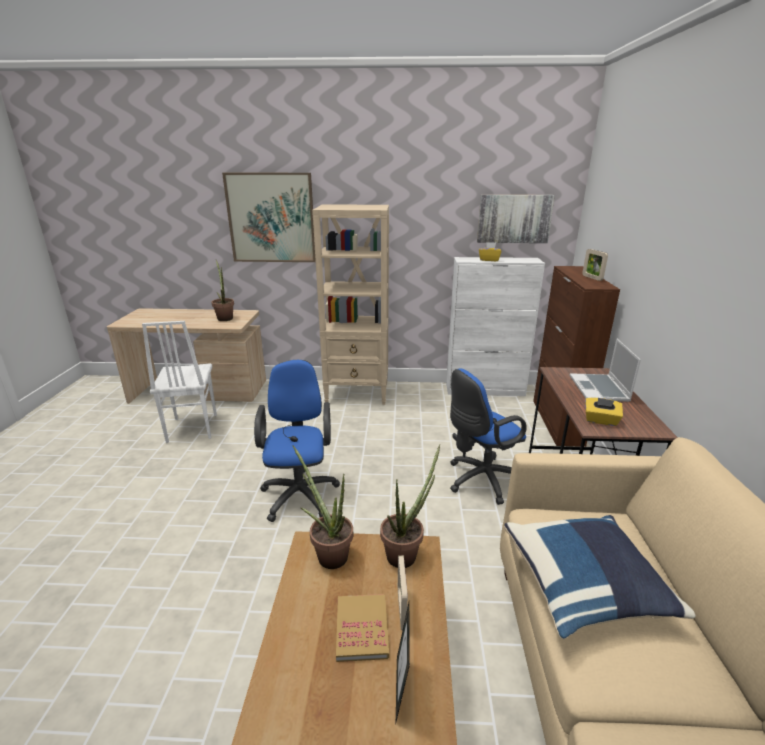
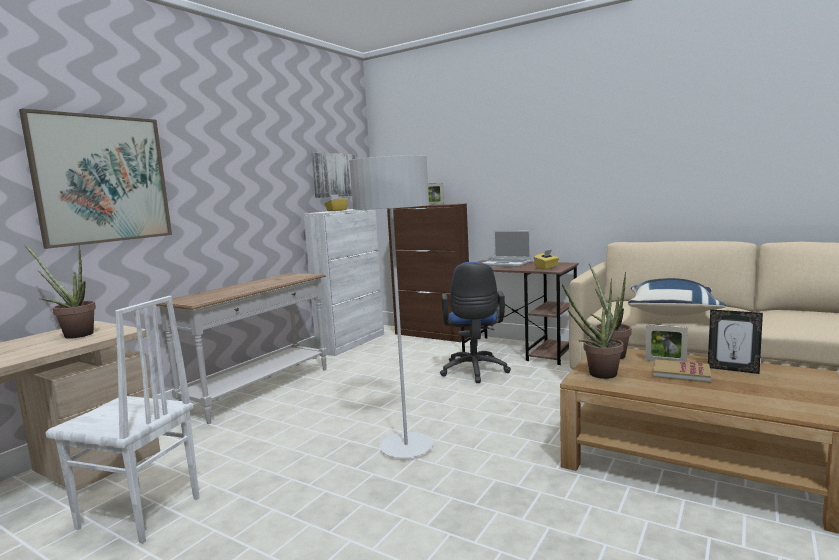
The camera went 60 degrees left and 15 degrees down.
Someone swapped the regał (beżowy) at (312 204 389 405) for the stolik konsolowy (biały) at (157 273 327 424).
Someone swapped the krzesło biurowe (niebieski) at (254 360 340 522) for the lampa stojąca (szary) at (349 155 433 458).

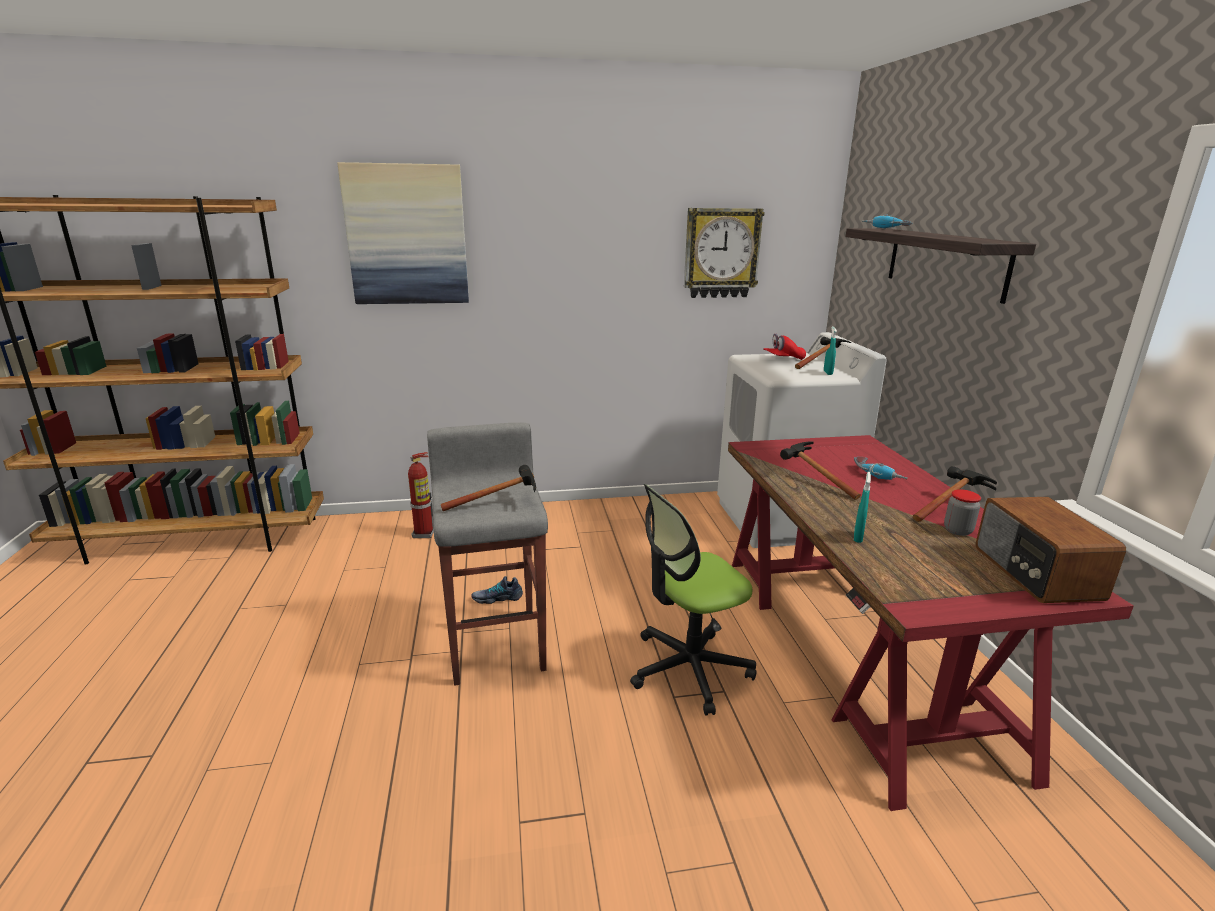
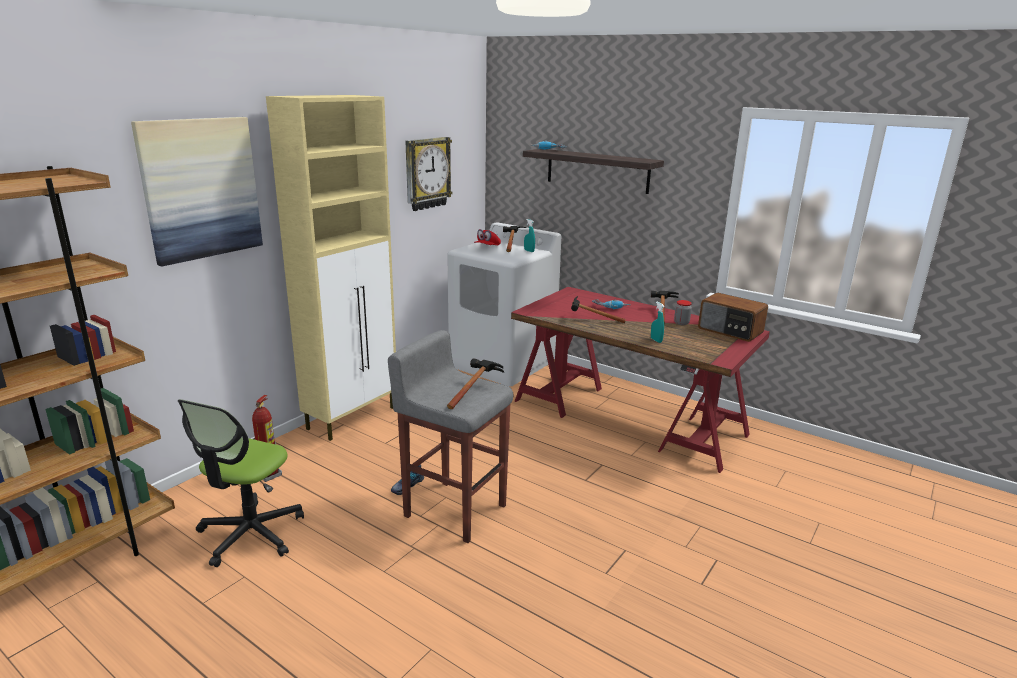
The camera went 45 degrees left and 0 degrees up.
Someone carried the krzesło biurowe from (630 484 757 716) to (178 399 304 567).
Someone put down the szafka (beżowy) at (266 95 396 441).

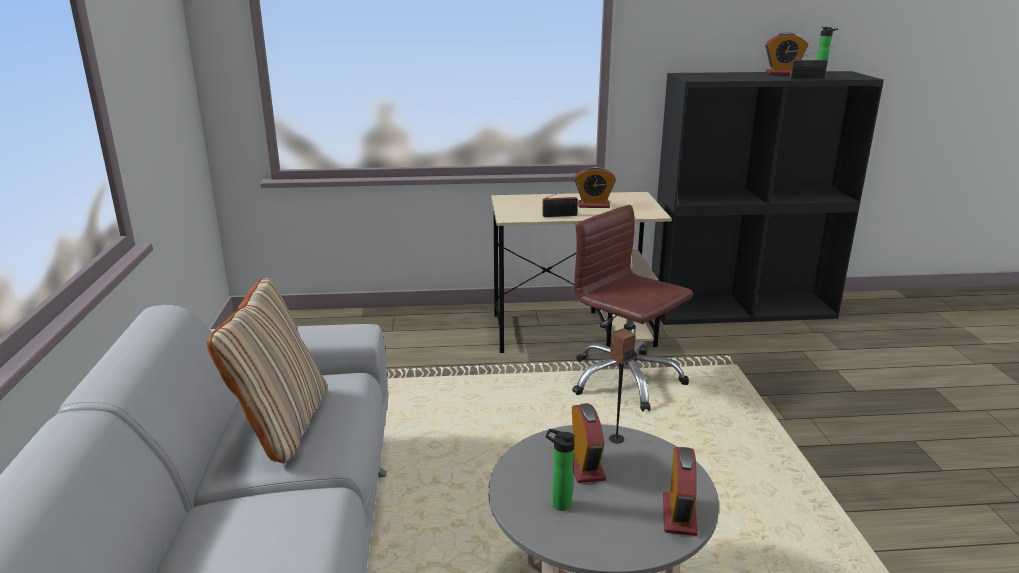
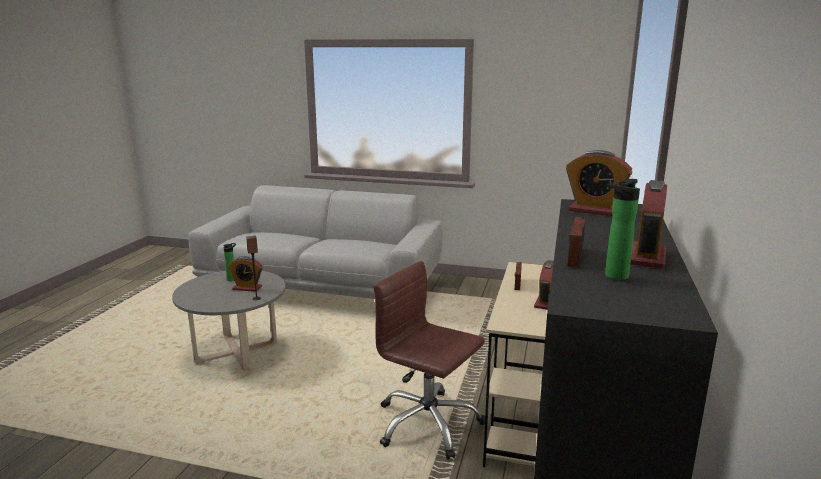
The camera went 110 degrees right and 5 degrees down.
Someone rotated the krzesło biurowe (brązowy) at (572 205 693 411) by 120 degrees counterclockwise.
Someone took away the poduszka (beżowy) at (207 278 328 464).
Someone carried the budzik from (663 447 698 536) to (566 150 632 216).

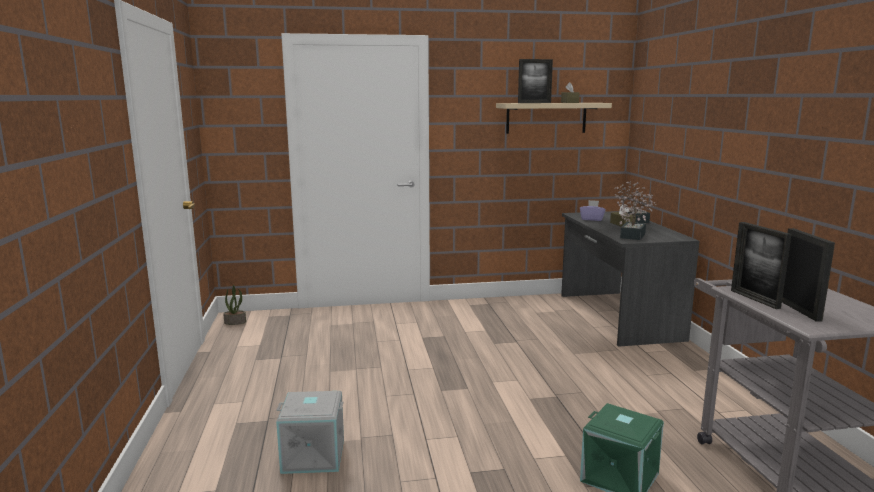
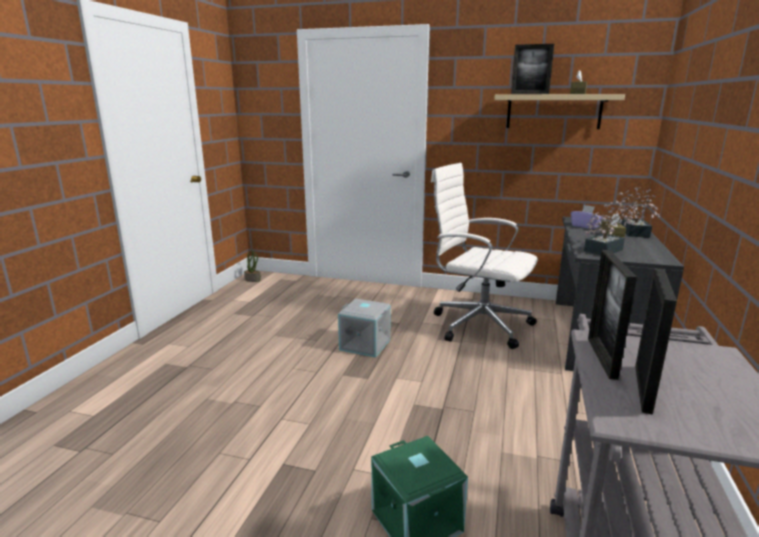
The camera went 25 degrees right and 5 degrees up.
Someone carried the pojemnik do przechowywania (szary) from (276 391 344 474) to (338 299 391 358).
Someone put down the krzesło biurowe (biały) at (431 163 538 349).

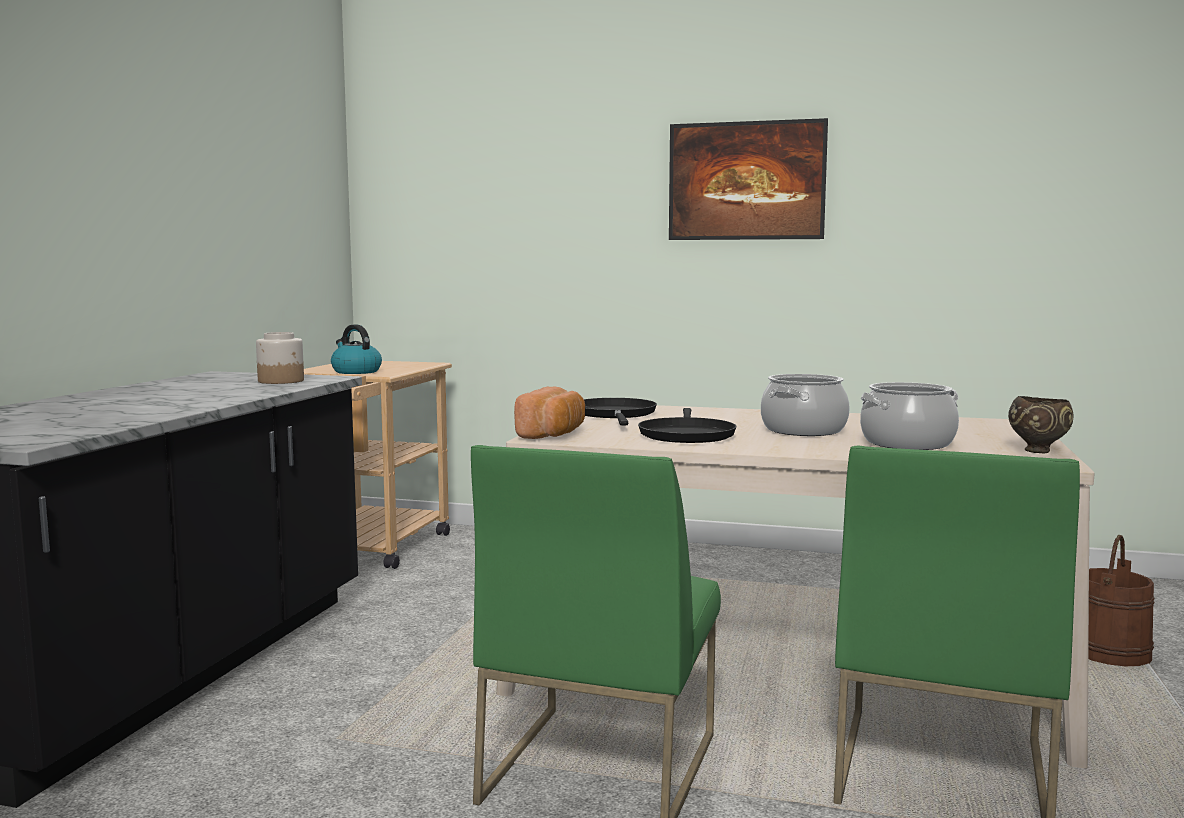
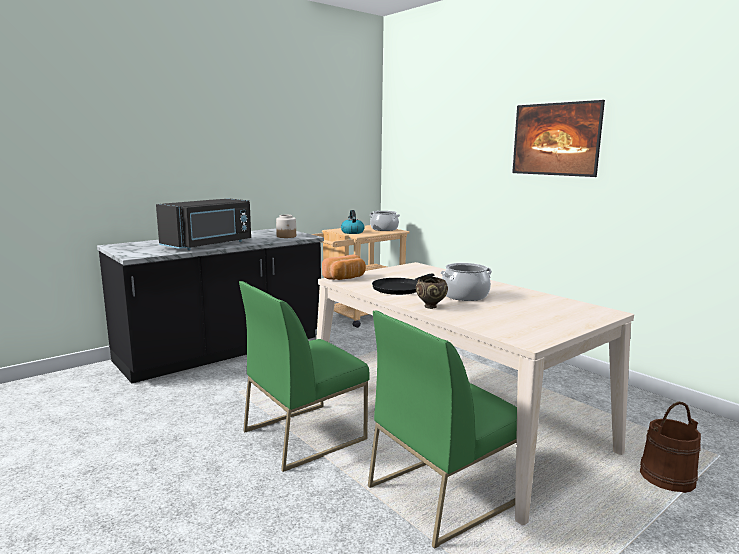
The camera went 35 degrees right and 5 degrees up.
Someone carried the garnek from (860 382 959 450) to (369 211 400 231).
Someone carried the miska (brązowy) from (1008 396 1073 453) to (416 276 448 309).
Someone took away the patelnia (czarny) at (584 398 657 426).
Someone put down the mikrofalówka (czarny) at (156 198 251 250).

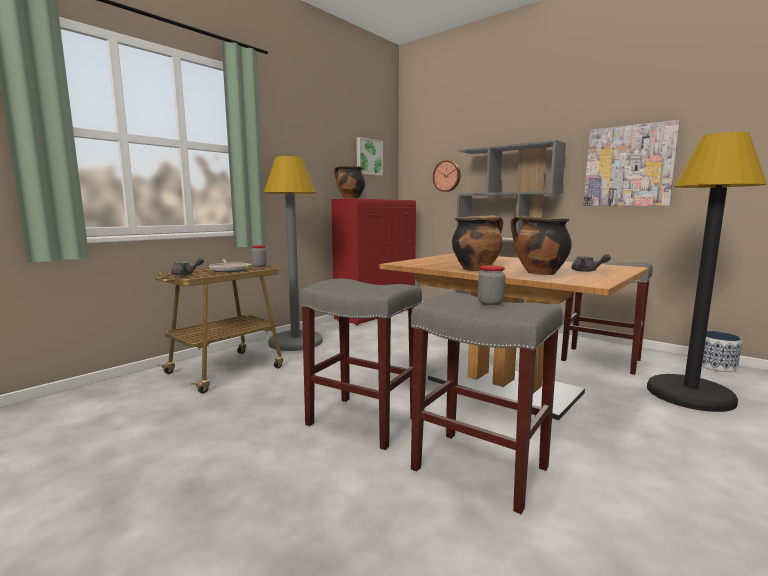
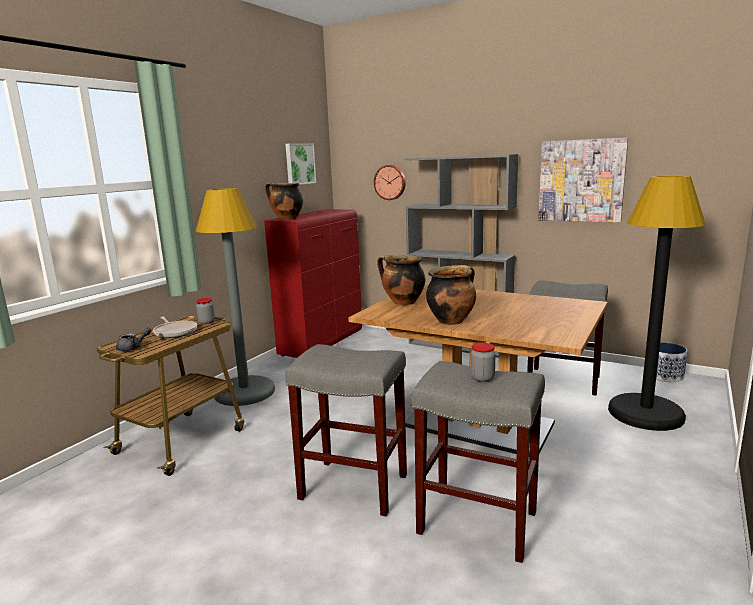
The camera went 10 degrees left and 5 degrees up.
Someone carried the garnek from (510 215 572 275) to (377 255 426 305).
Someone took away the imbryk (szary) at (572 254 611 272).

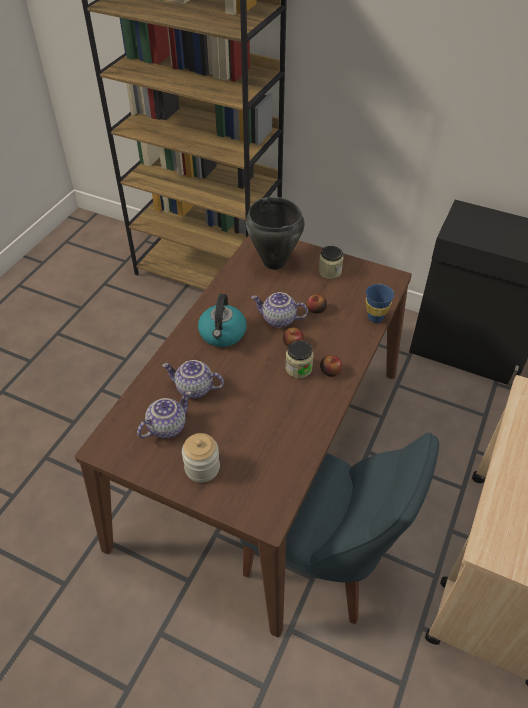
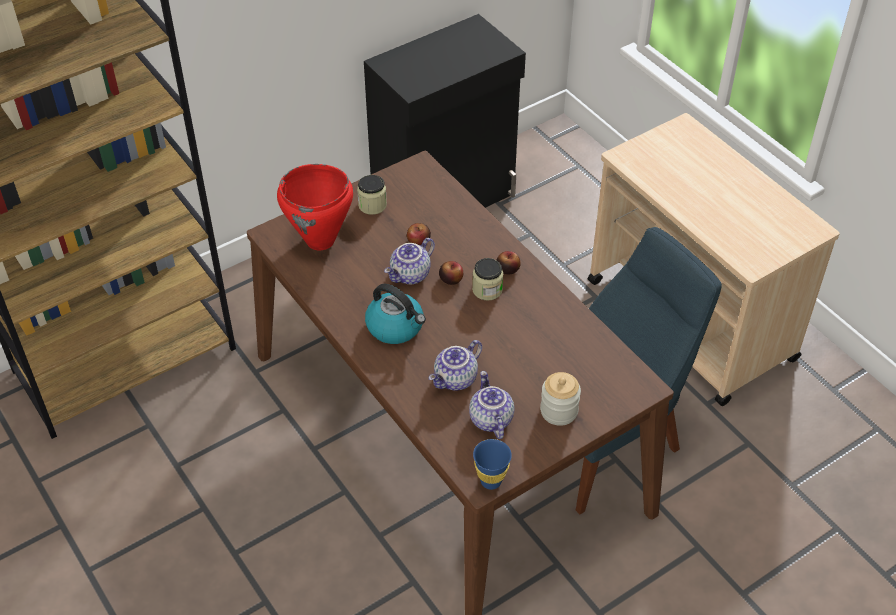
The camera went 60 degrees left and 0 degrees up.
Someone repainted the garnek (czarny) at (246 197 305 270), which became the garnek (czerwony) at (277 164 353 250).
Someone carried the filiżanka (niebieski) from (366 284 394 323) to (473 439 512 490).

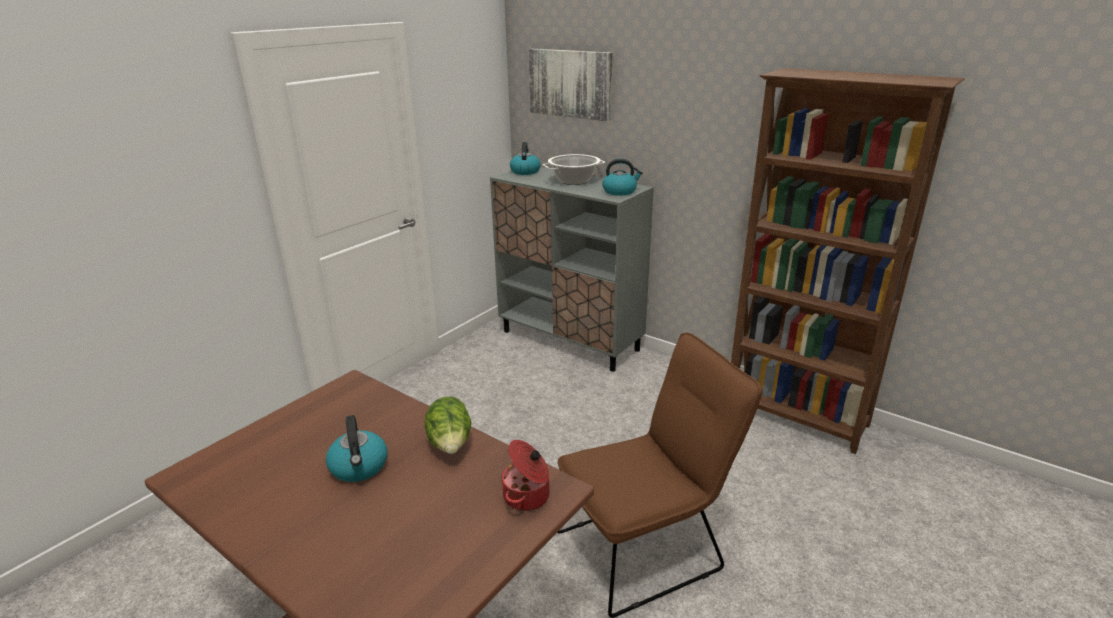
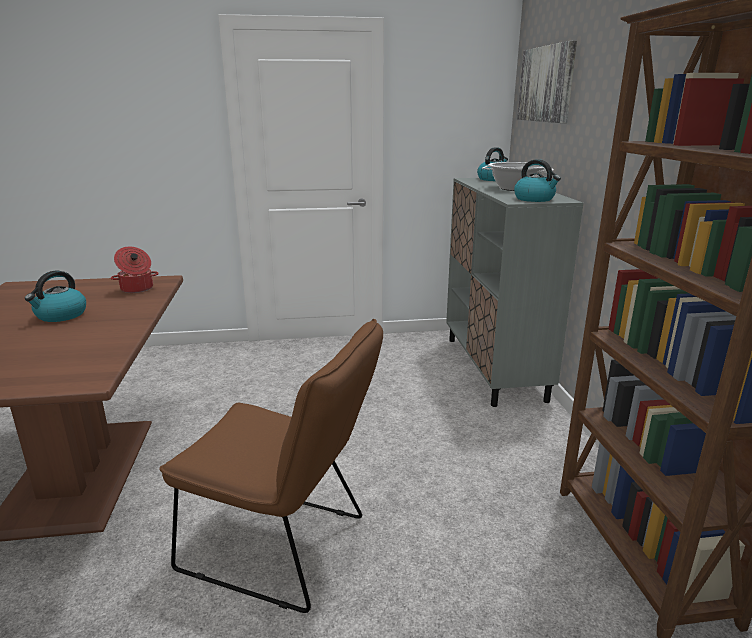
The camera went 45 degrees right and 5 degrees down.
Someone took away the sałata at (425 397 471 454).
Someone carried the garnek from (501 440 549 511) to (111 247 159 293).

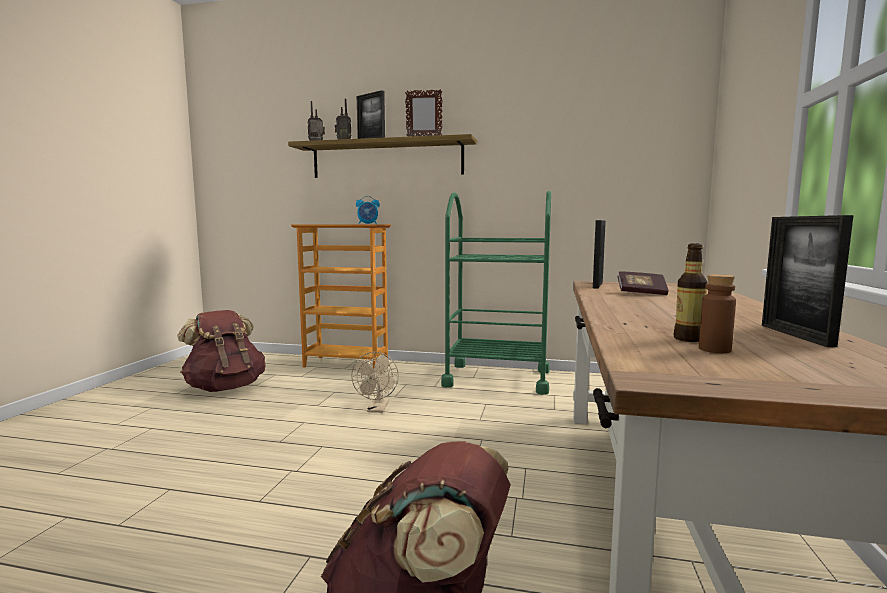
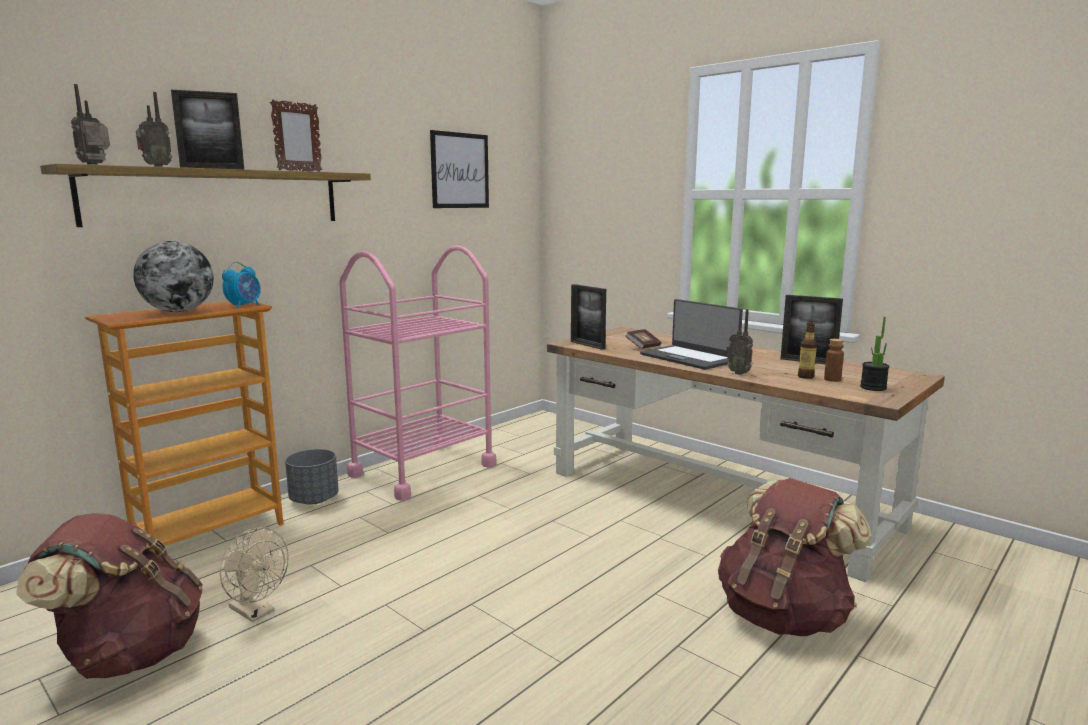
The camera went 60 degrees left and 5 degrees up.
Someone repainted the wózek (zielony) at (441 191 551 395), which became the wózek (różowy) at (339 245 497 501).
Someone carried the wentylator (beżowy) from (351 352 399 413) to (220 527 289 622).
Someone put up the obraz at (430 130 489 208).
Someone put down the globus at (133 241 214 312).
Someone put down the laptop at (640 299 743 370).
Someone put down the radio at (726 309 753 375).
Someone put down the roślina doniczkowa at (860 317 889 391).
Someone put down the donica (szary) at (285 449 339 505).

